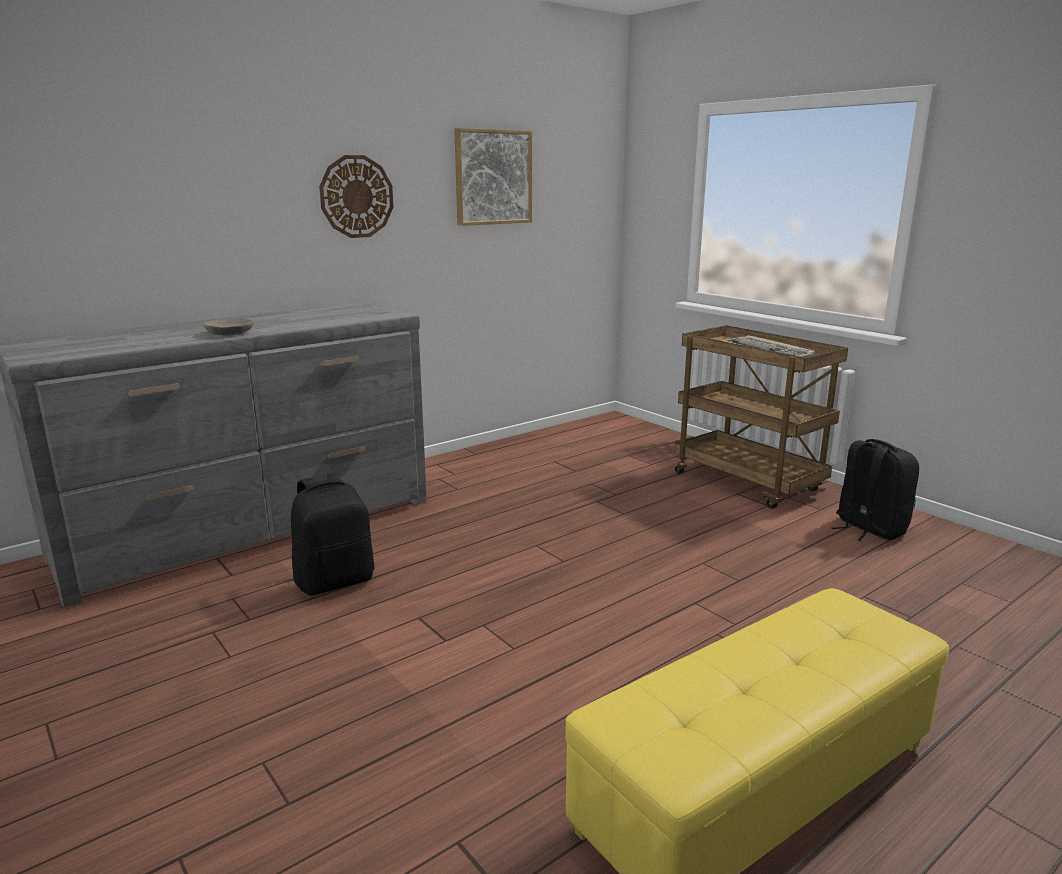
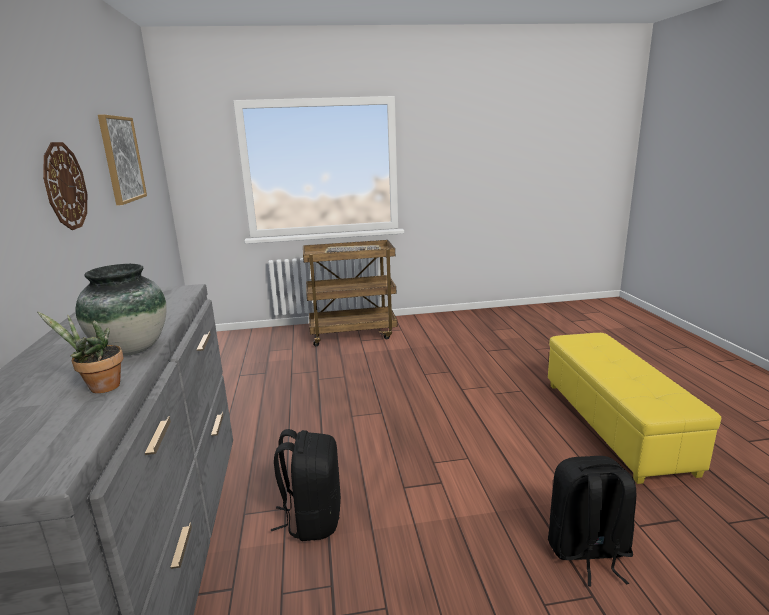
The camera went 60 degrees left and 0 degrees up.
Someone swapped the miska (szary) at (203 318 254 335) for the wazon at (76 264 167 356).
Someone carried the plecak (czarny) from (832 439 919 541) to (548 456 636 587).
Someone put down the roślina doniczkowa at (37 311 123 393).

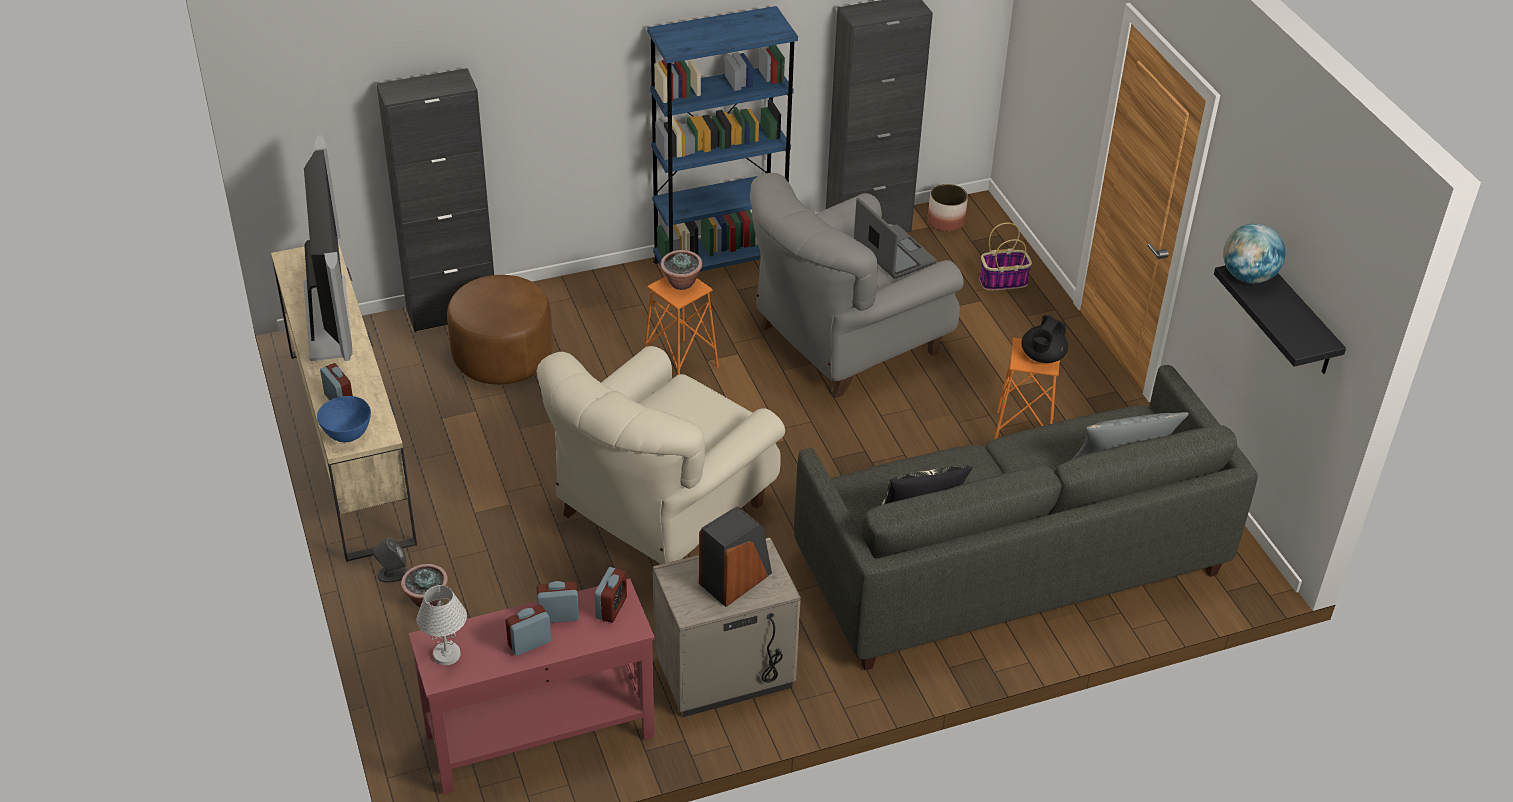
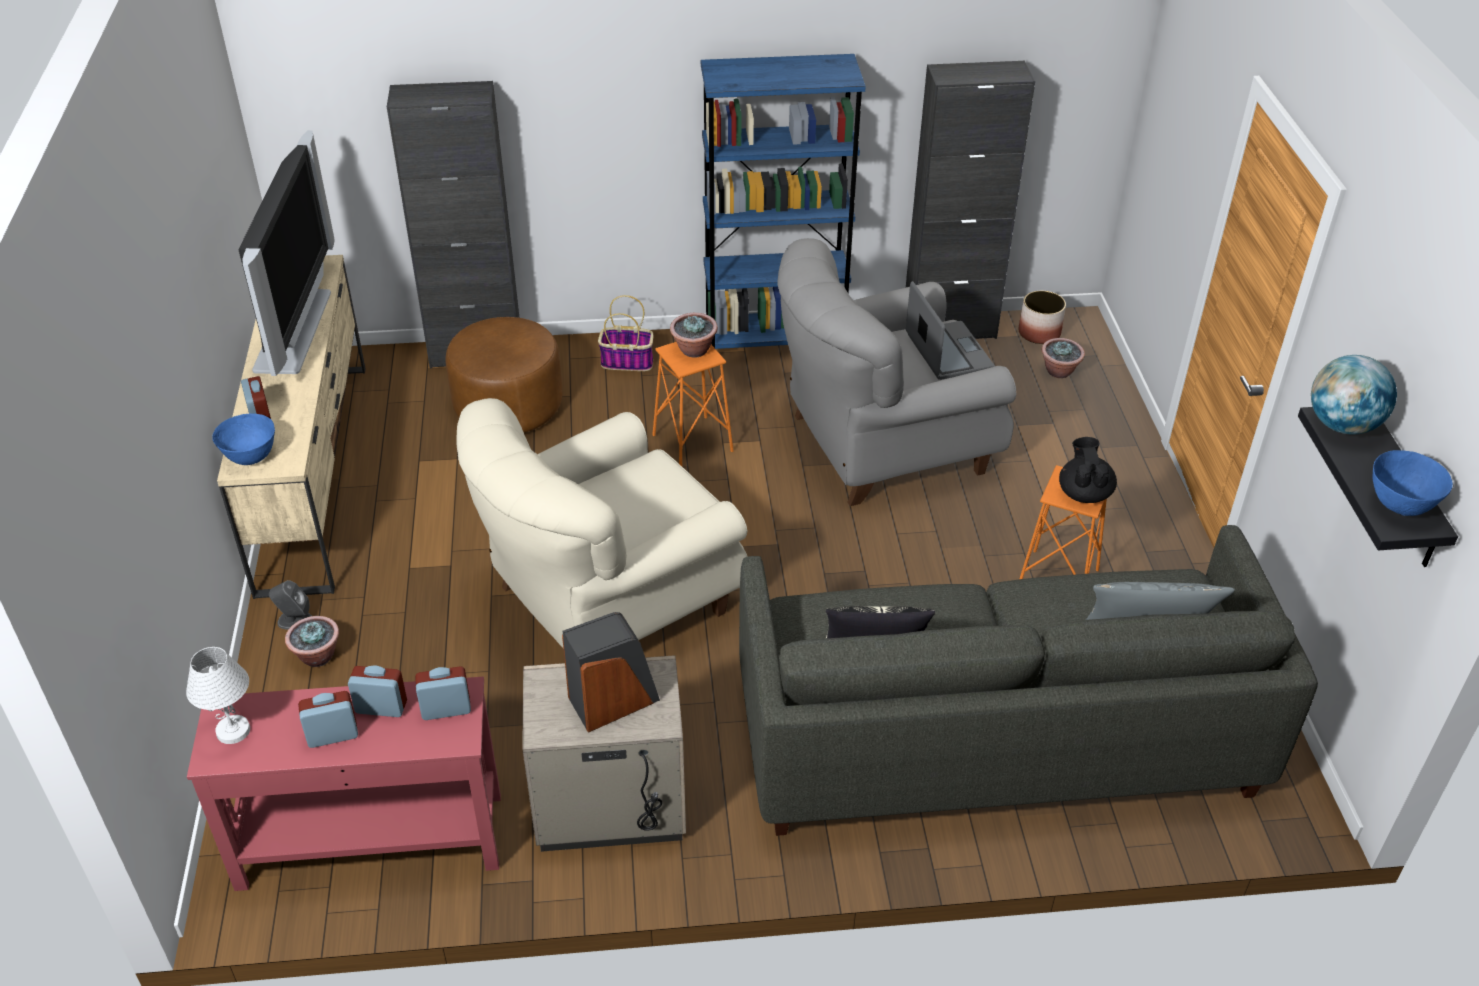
The camera went 15 degrees right and 0 degrees up.
Someone carried the koszyk from (979 223 1032 290) to (598 295 653 371).
Someone rotated the imbryk (czarny) at (1021 315 1068 363) by 135 degrees clockwise.
Someone rotated the budzik at (595 567 627 623) by 135 degrees counterclockwise.
Someone put down the roślina doniczkowa at (1042 338 1085 378).
Someone put down the miska (niebieski) at (1372 450 1453 516).

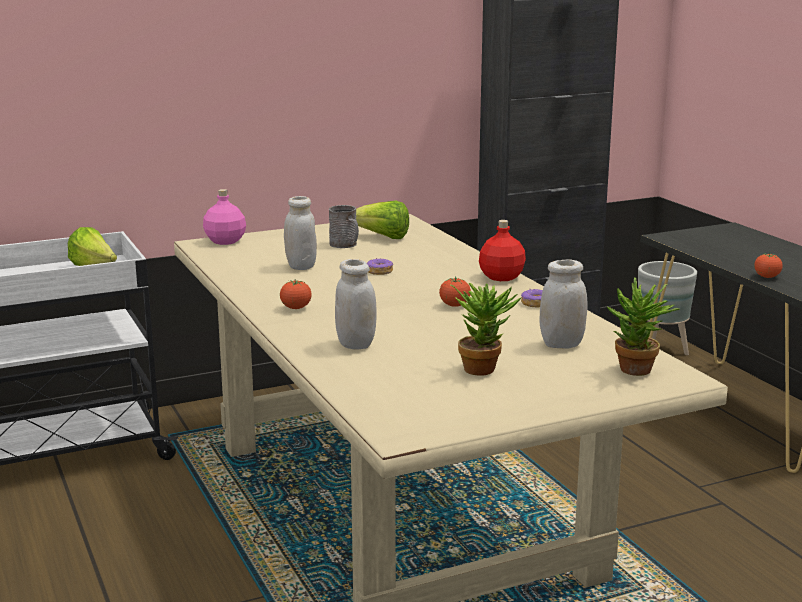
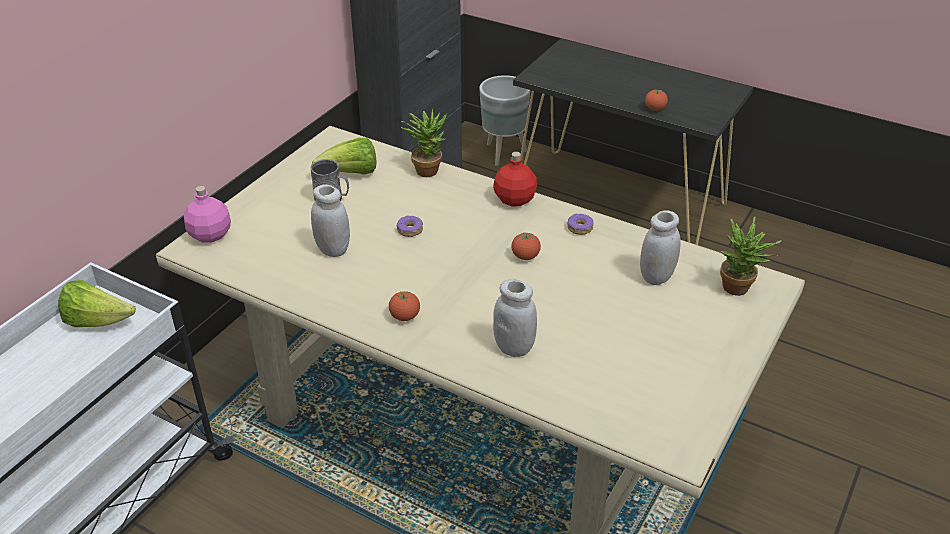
The camera went 35 degrees left and 20 degrees up.
Someone carried the roślina doniczkowa from (450 283 521 376) to (401 108 447 177).

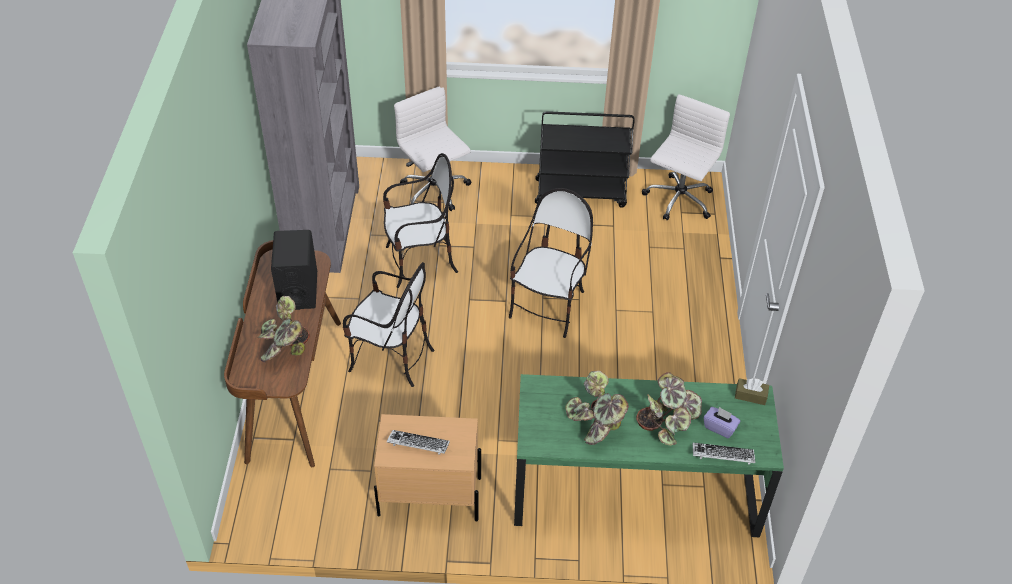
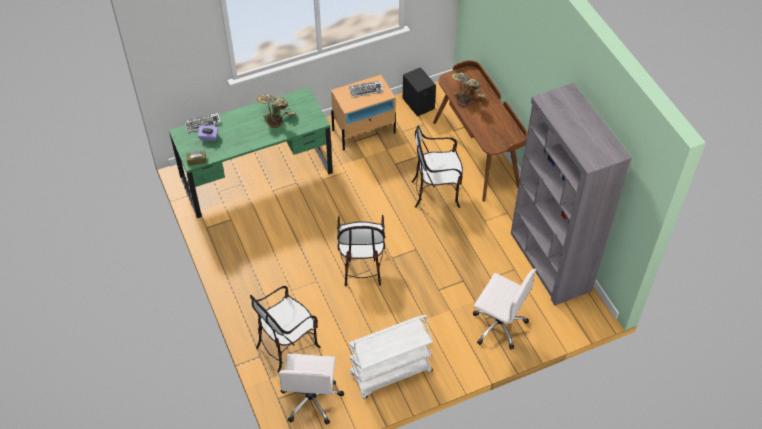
The camera went 155 degrees right and 5 degrees up.
Someone repainted the wózek (czarny) at (535 111 635 208), which became the wózek (biały) at (349 315 433 399).
Someone carried the krzesło from (383 153 458 288) to (250 286 321 373).
Someone carried the głośnik (czarny) from (271 230 317 310) to (403 67 436 116).
Someone took away the roślina doniczkowa at (636 372 702 445).

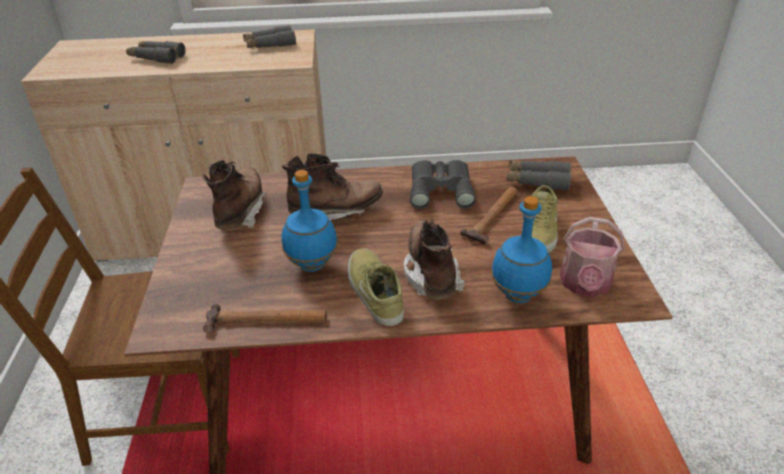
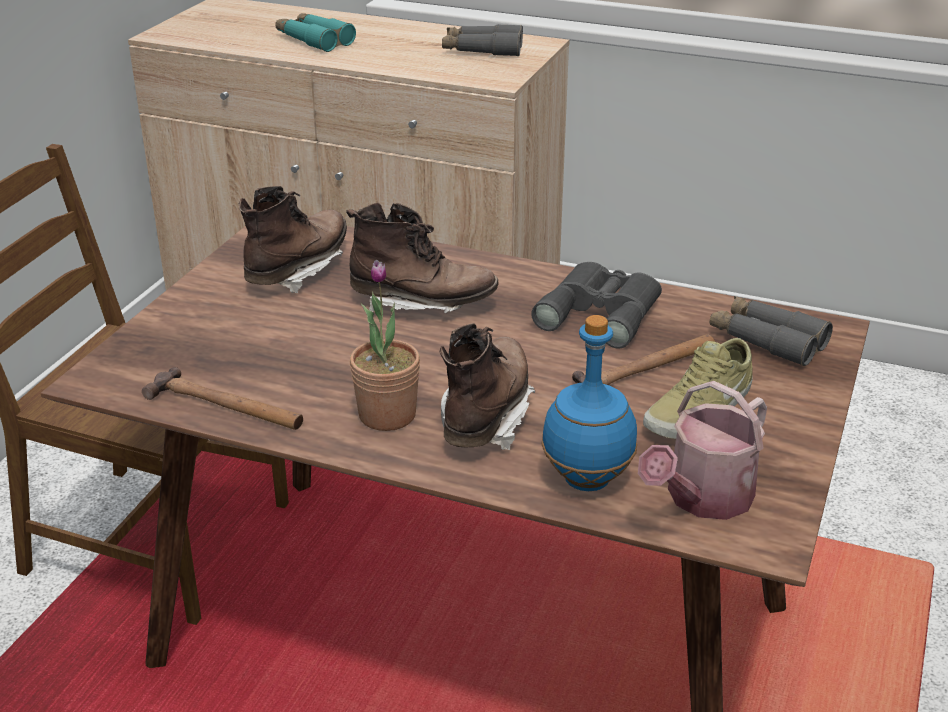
The camera went 25 degrees right and 5 degrees down.
Someone repainted the lornetka (szary) at (126 41 186 64), which became the lornetka (turkusowy) at (275 13 356 52).
Someone took away the butelka (niebieski) at (281 170 338 272).
Someone swapped the but (beżowy) at (348 248 404 326) for the roślina doniczkowa at (350 260 420 431).

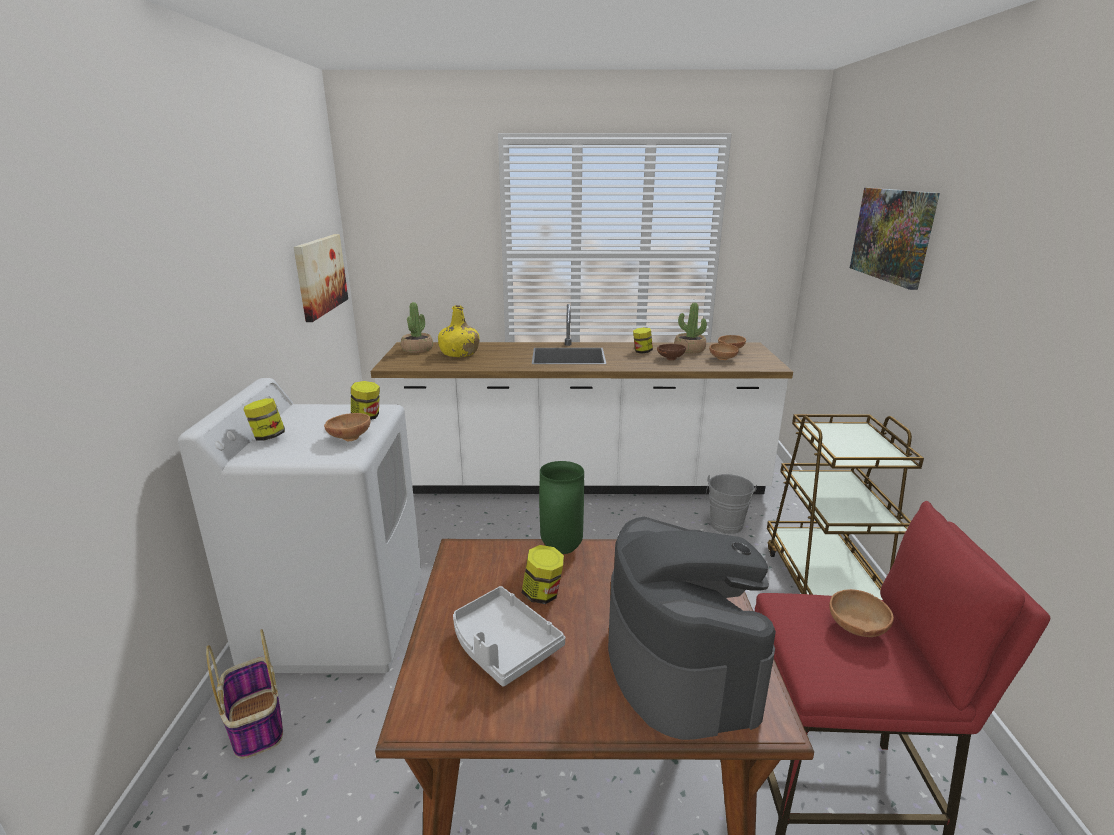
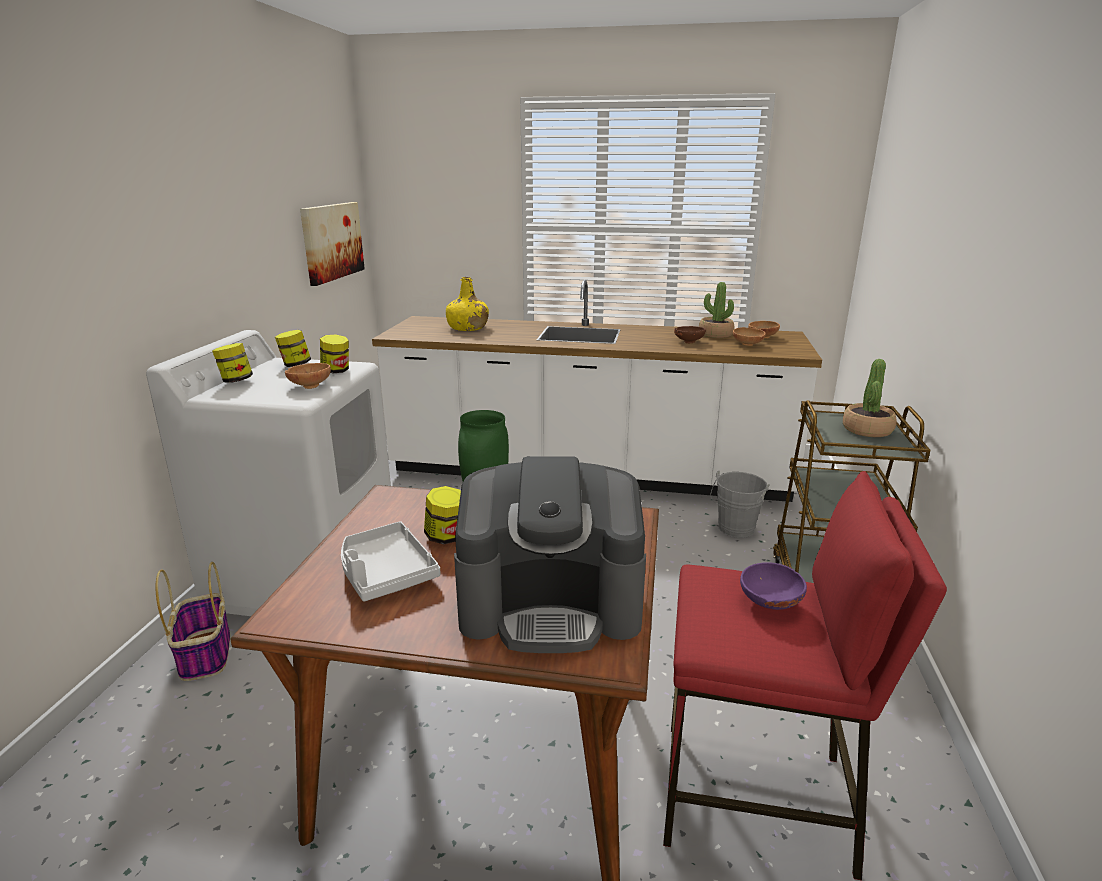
The camera went 10 degrees right and 0 degrees up.
Someone took away the obraz at (850 188 940 290).
Someone carried the roślina doniczkowa from (401 302 433 353) to (843 359 896 437).
Someone carried the słoik from (633 327 653 354) to (275 330 311 367).
Someone rotated the ekspres do kawy at (608 517 776 740) by 90 degrees clockwise.
Someone repainted the miska (brązowy) at (829 589 894 637), which became the miska (fioletowy) at (740 563 807 610).

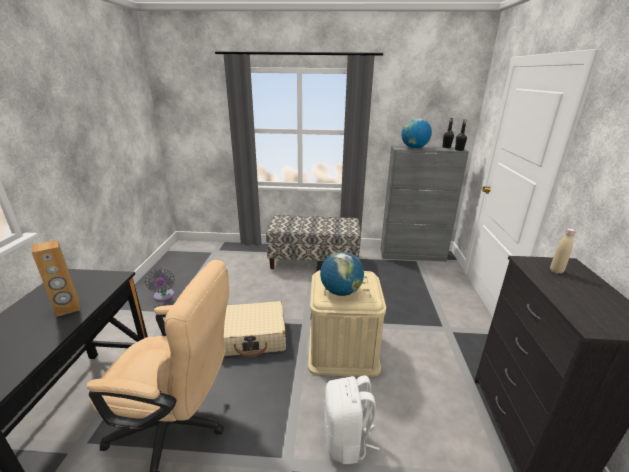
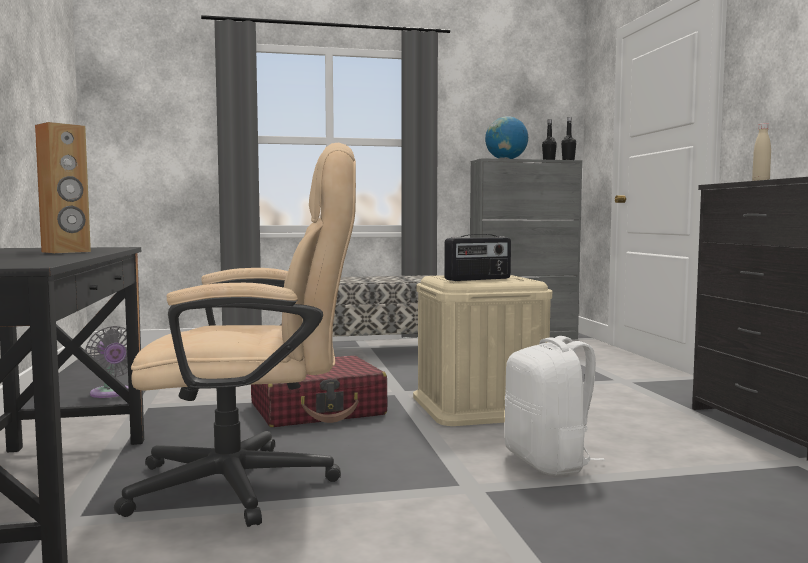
The camera went 15 degrees left and 20 degrees down.
Someone swapped the globus at (320 252 364 296) for the radio at (444 234 511 281).
Someone repainted the walizka (beżowy) at (224 301 286 357), which became the walizka (czerwony) at (251 356 388 427).

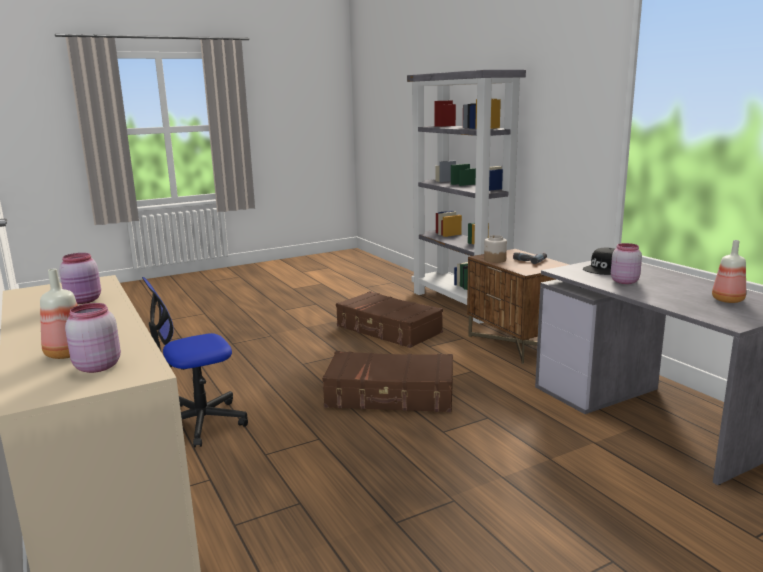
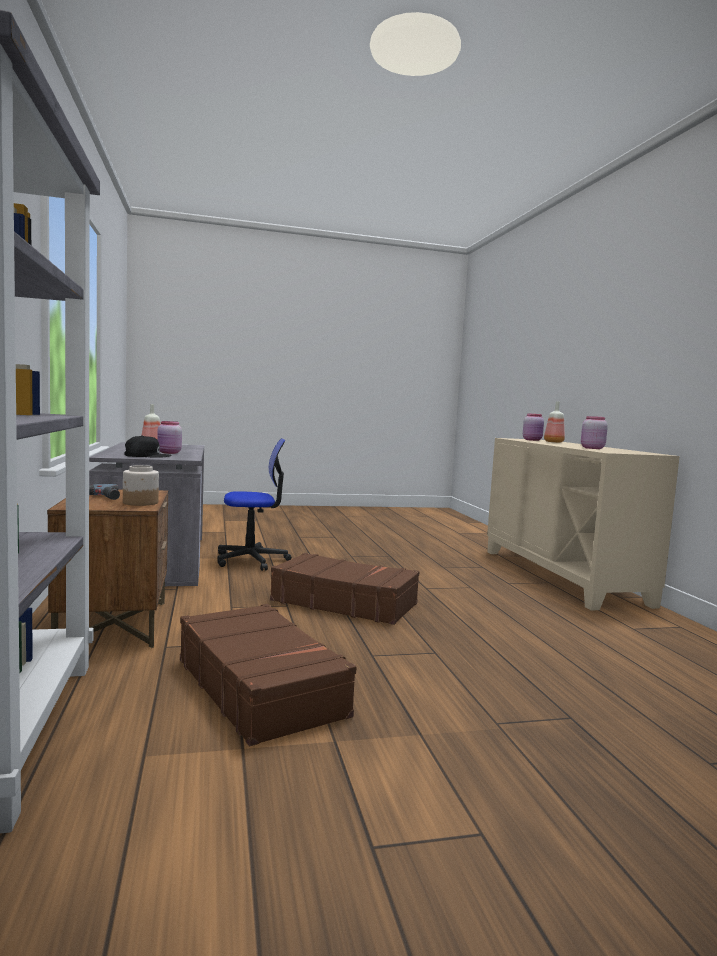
The camera went 165 degrees left and 10 degrees down.
Someone carried the krzesło biurowe from (142 277 248 448) to (217 438 292 571).

